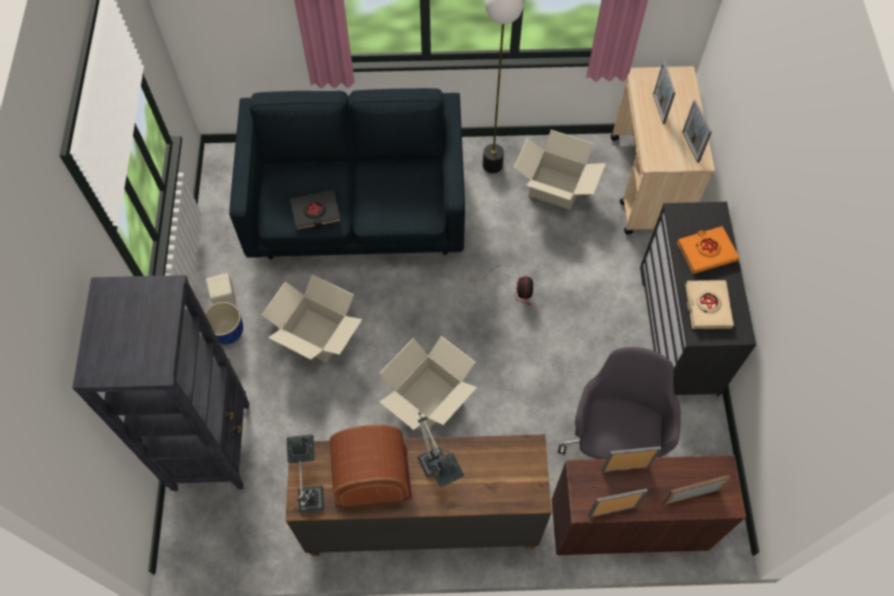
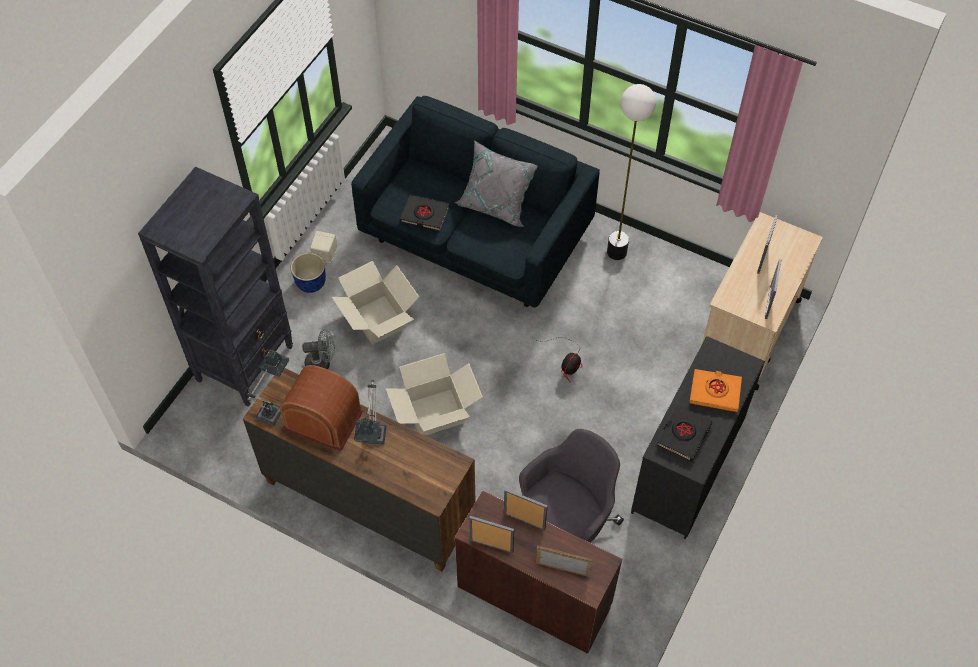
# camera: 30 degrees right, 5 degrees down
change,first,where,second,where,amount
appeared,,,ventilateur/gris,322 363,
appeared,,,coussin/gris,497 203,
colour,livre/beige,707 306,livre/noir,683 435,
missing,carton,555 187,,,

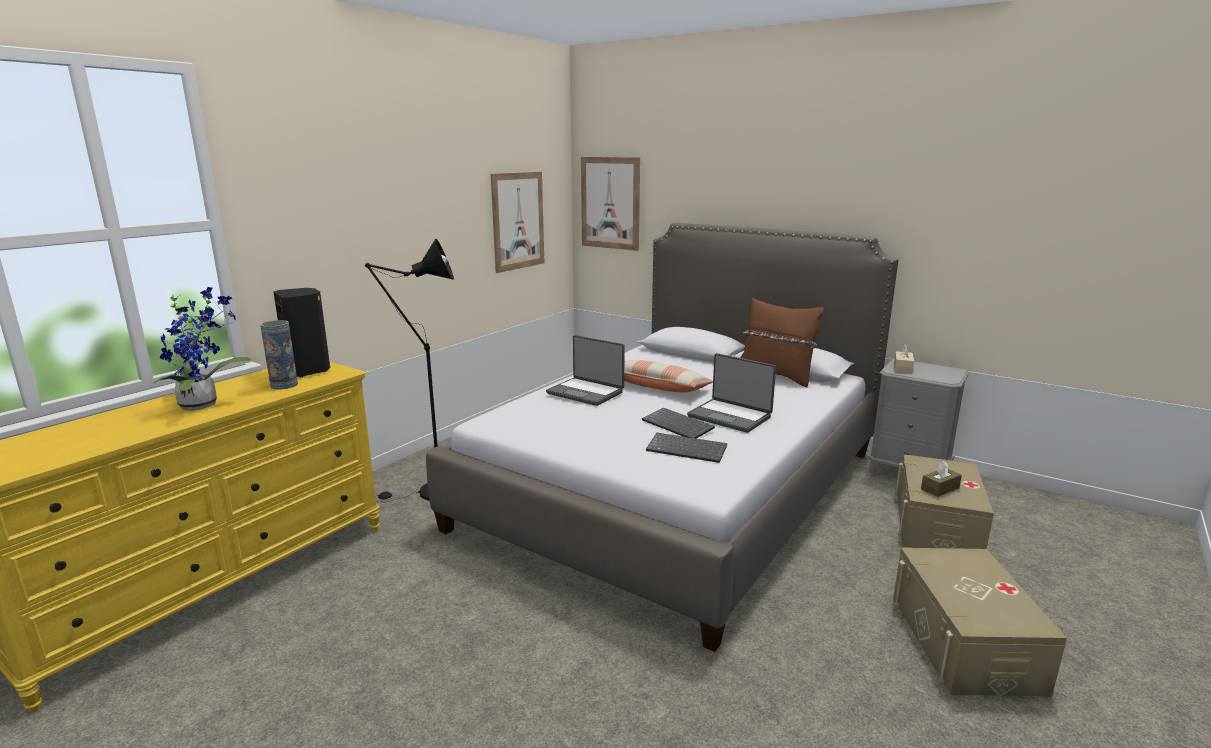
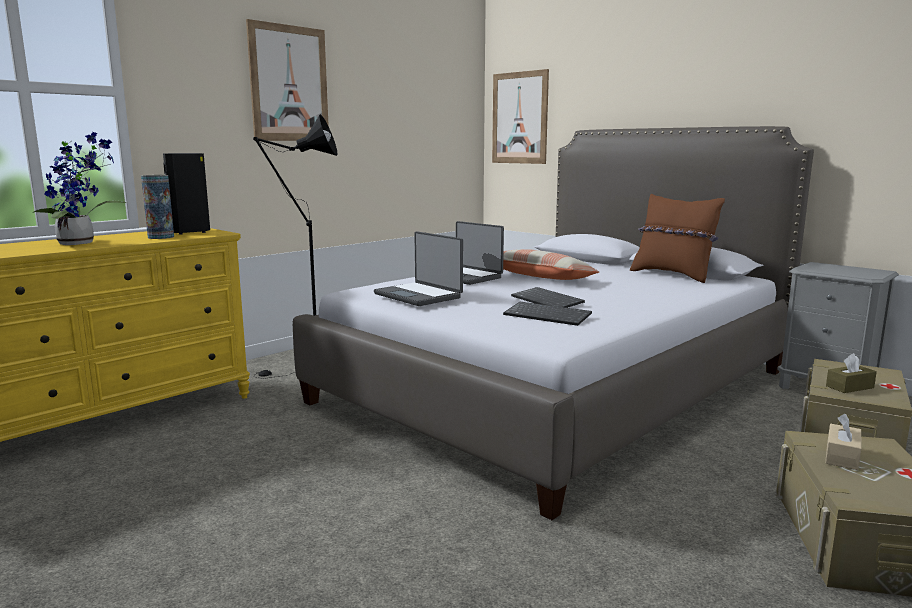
# camera: 10 degrees right, 5 degrees down
change,first,where,second,where,amount
relocated,tableau,518 221,,289 84,
relocated,ordinateur portable,730 416,,419 295,
relocated,boîte à mouchoirs/beige,902 368,,842 456,

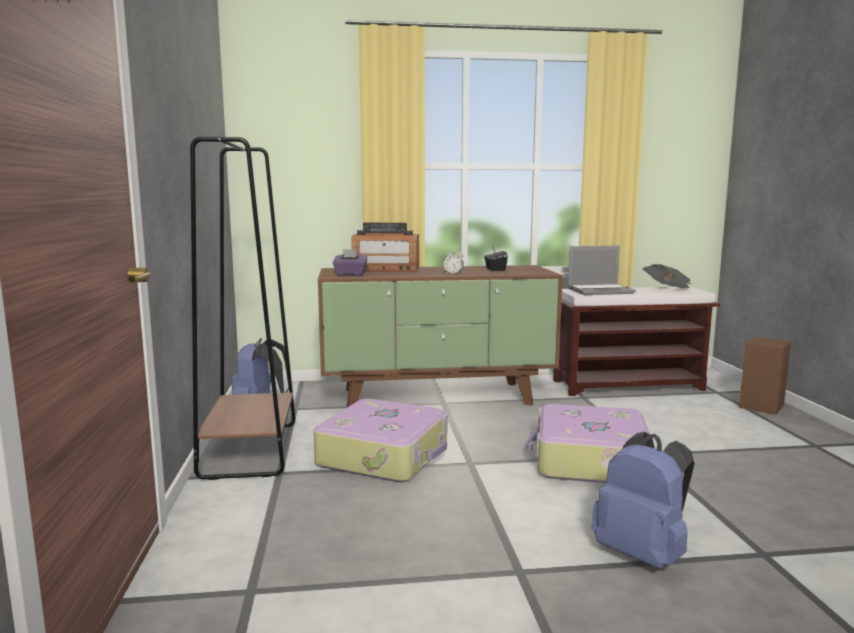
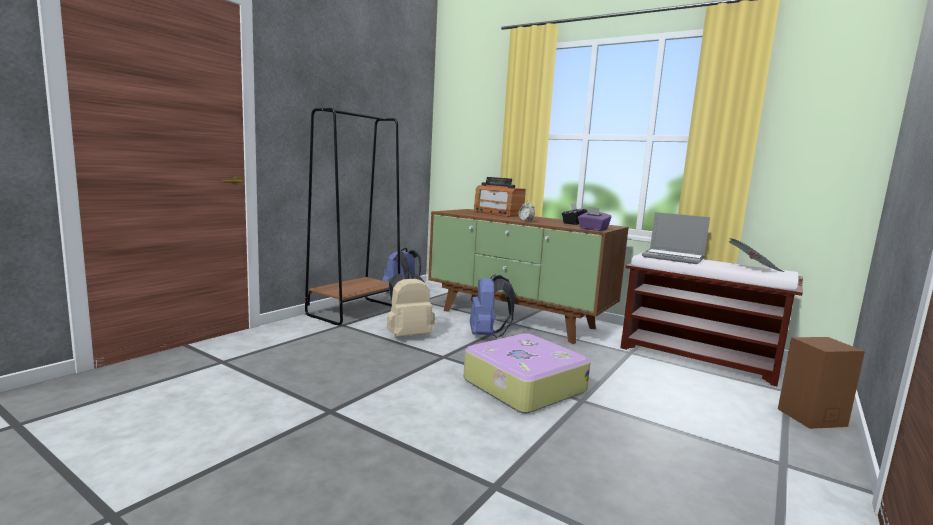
# camera: 40 degrees right, 0 degrees up
change,first,where,second,where,amount
exchanged,valise,385 455,sac à dos/beige,408 336,
relocated,sac à dos/bleu,642 554,,487 335,
relocated,boîte à mouchoirs/violet,350 274,,592 229,

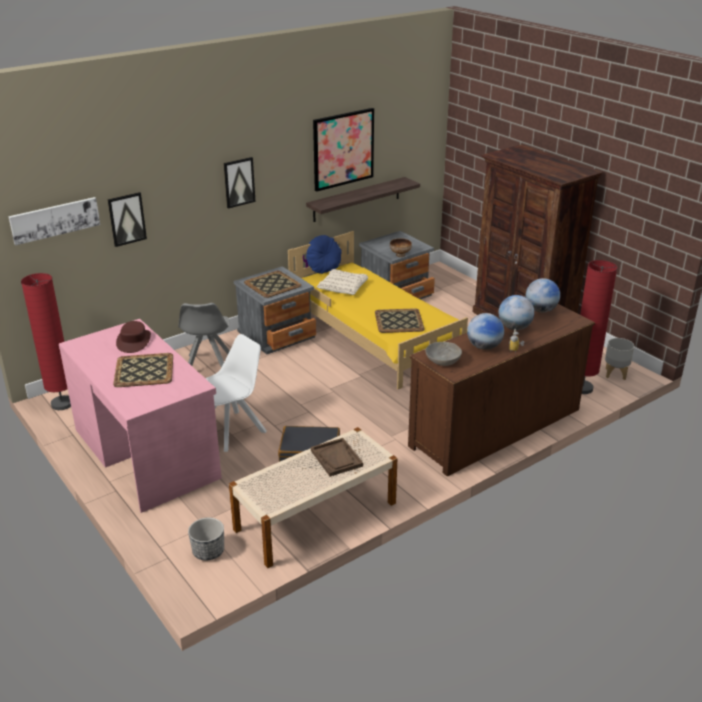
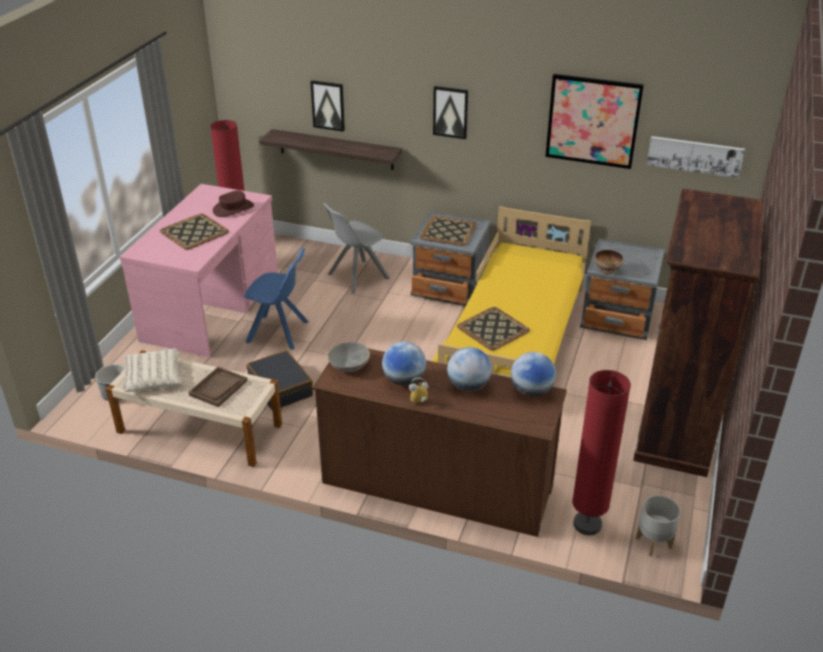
# camera: 55 degrees right, 5 degrees up
change,first,where,second,where,amount
relocated,coussin/beige,342 287,,153 376,
colour,chaise/blanc,233 430,chaise/bleu,279 332,
relocated,étagère,357 199,,336 149,
relocated,tableau,55 220,,694 156,
missing,coussin/bleu,324 270,,,

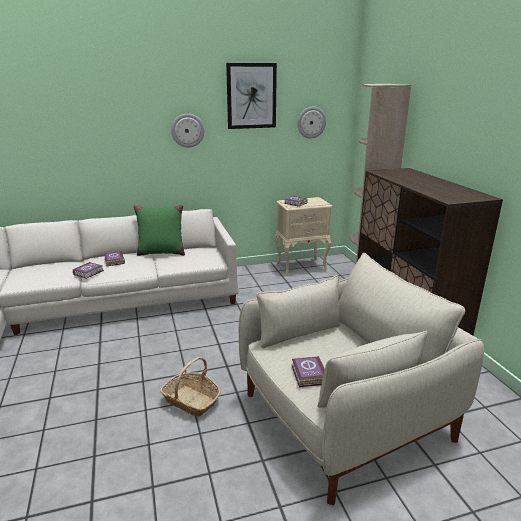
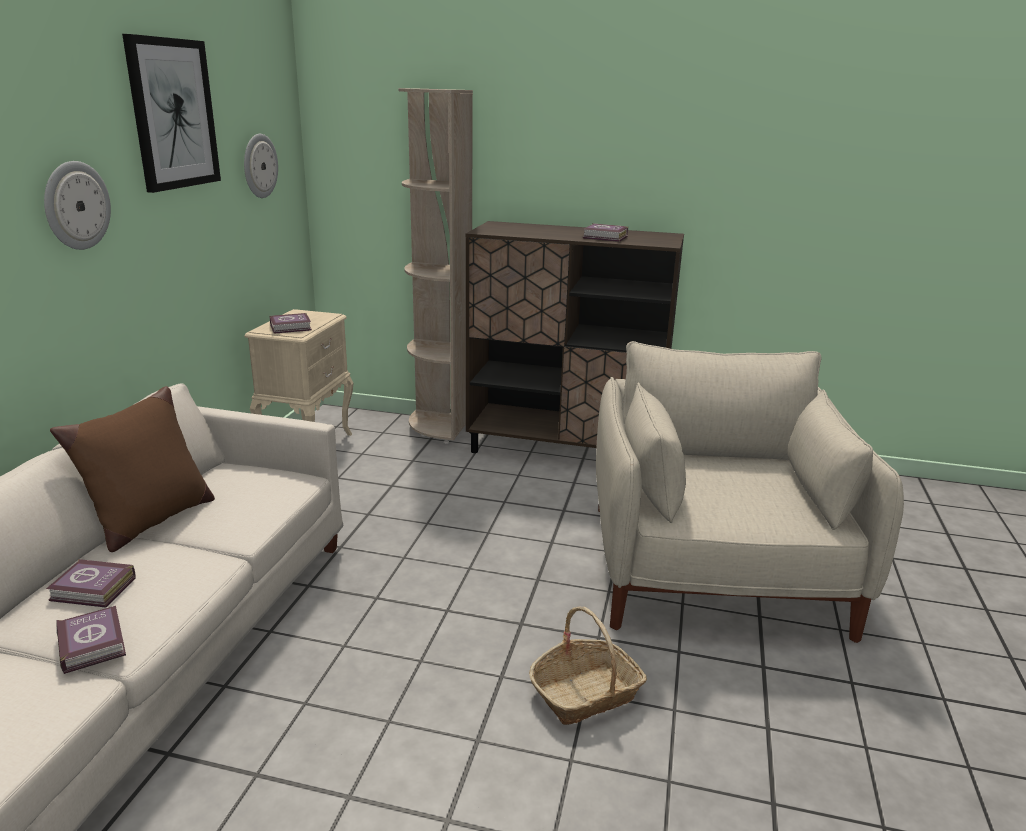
# camera: 60 degrees left, 0 degrees up
change,first,where,second,where,amount
colour,coussin/vert,161 253,coussin/marron,150 521,
relocated,livre,308 375,,606 237,

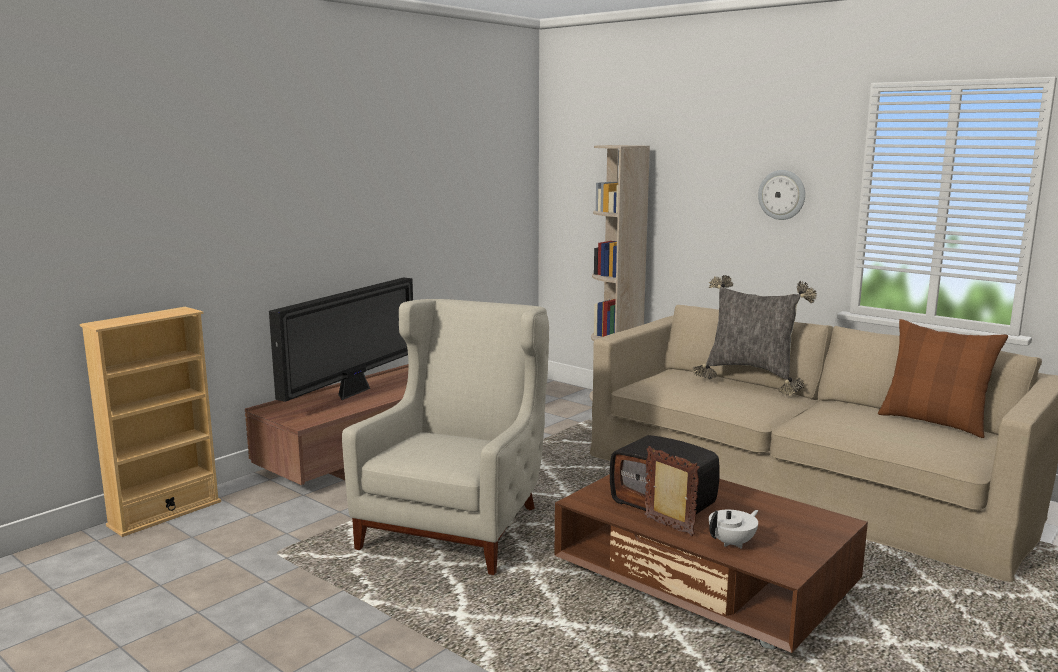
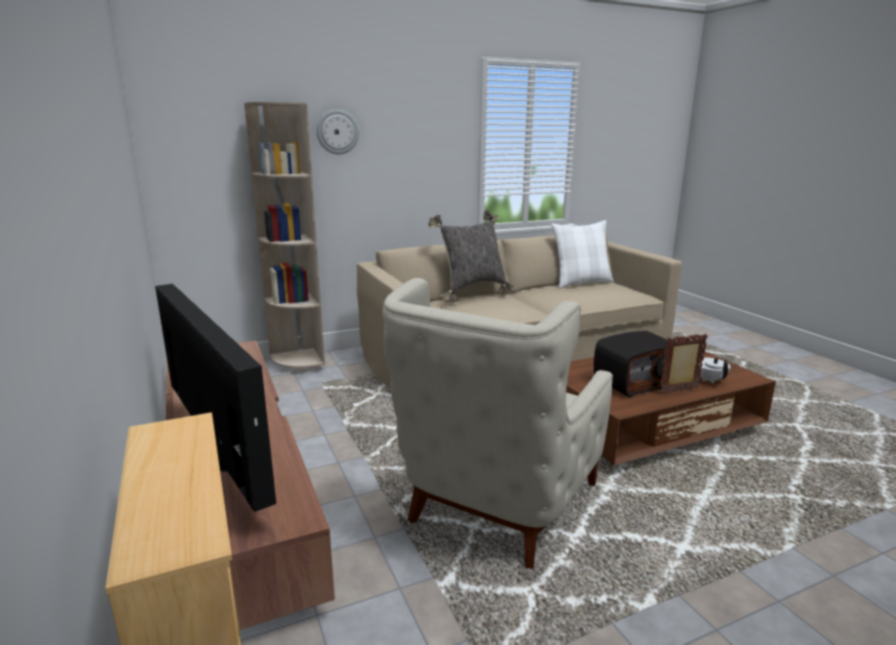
# camera: 65 degrees left, 5 degrees up
change,first,where,second,where,amount
relocated,horloge murale,782 195,,337 132,
spun,fauteuil/beige,458 525,,496 506,105 degrees counterclockwise
colour,coussin/marron,934 422,coussin/blanc,581 283,

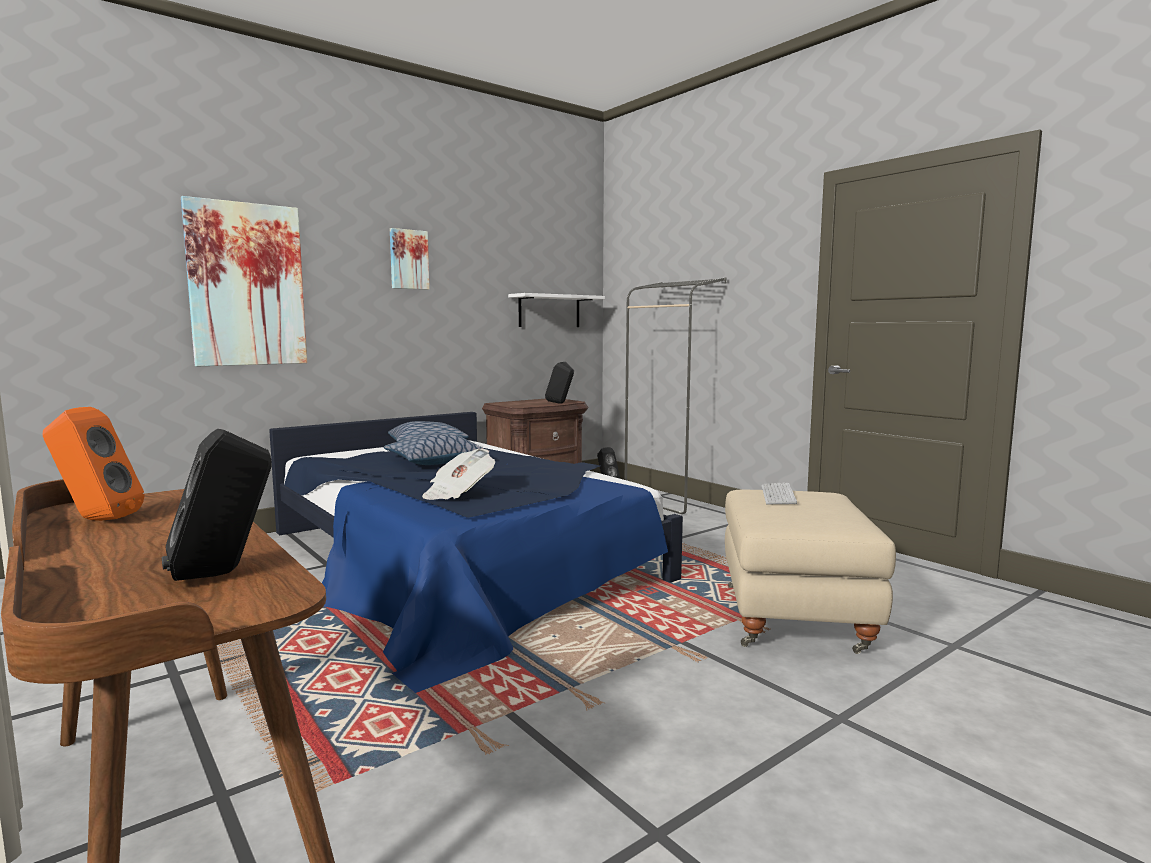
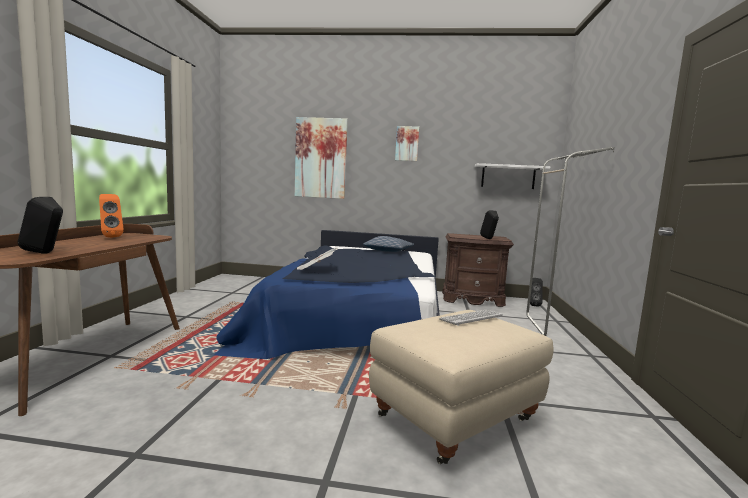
# camera: 45 degrees right, 0 degrees up
change,first,where,second,where,amount
missing,coussin,433 461,,,

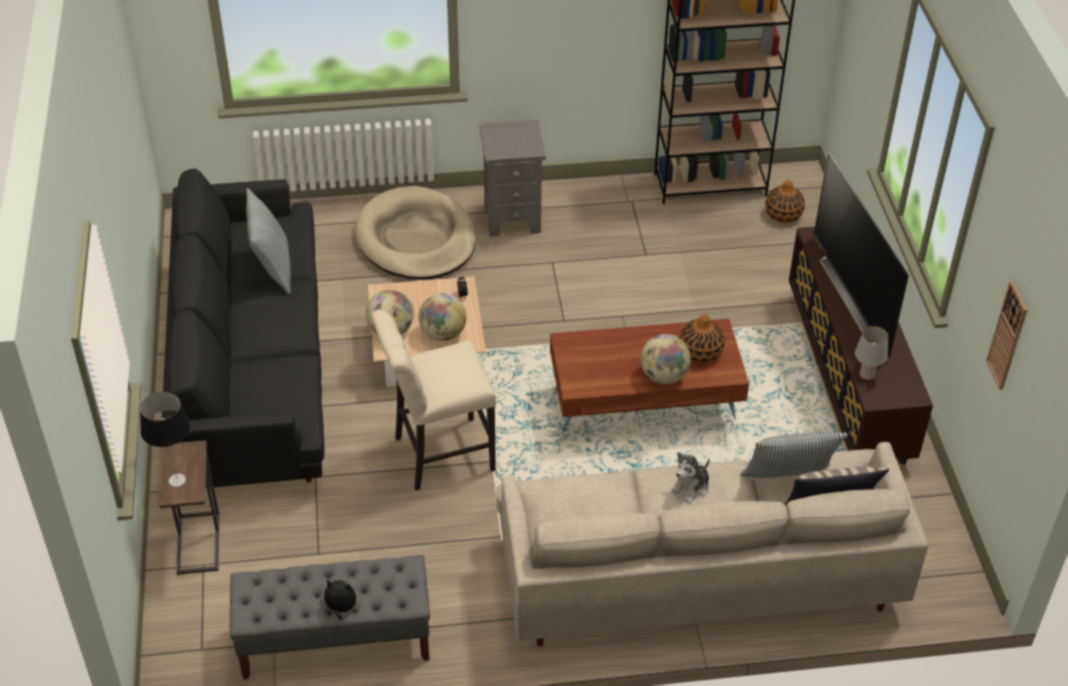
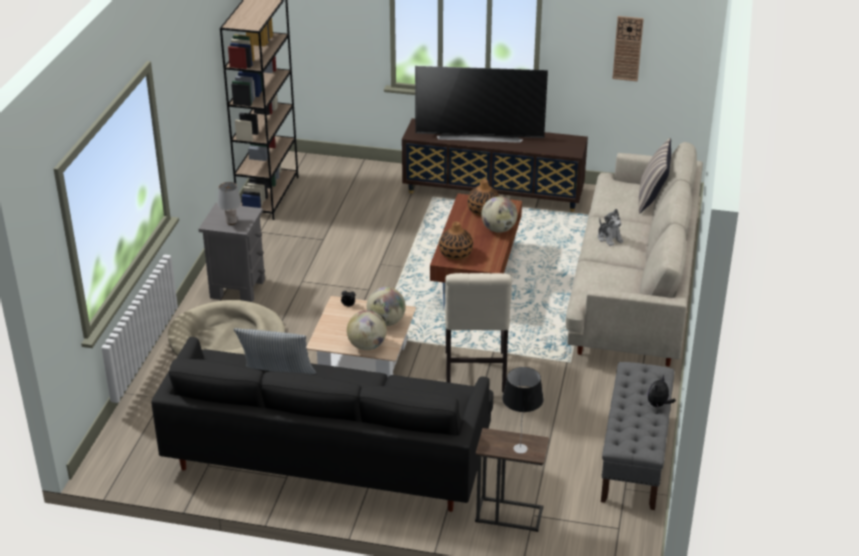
# camera: 70 degrees left, 10 degrees down
change,first,where,second,where,amount
relocated,lampe de table/gris,867 376,,231 222,
relocated,vase,783 214,,455 254,
missing,coussin,788 482,,,

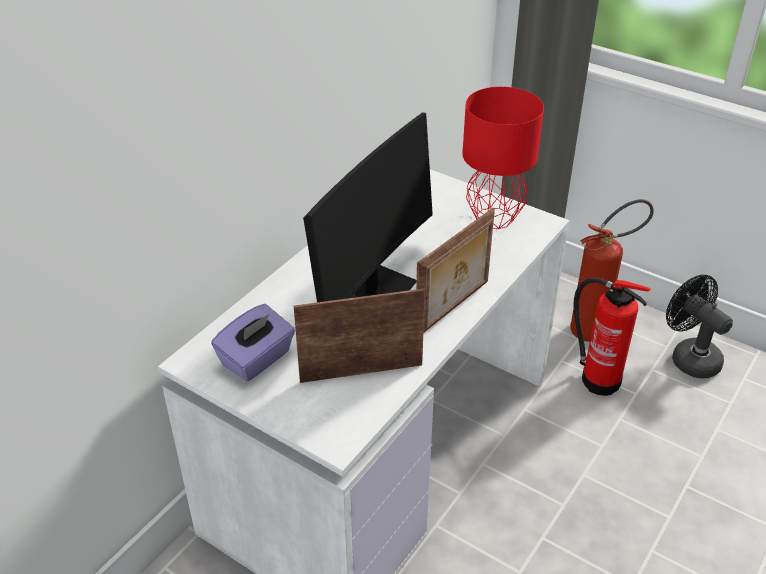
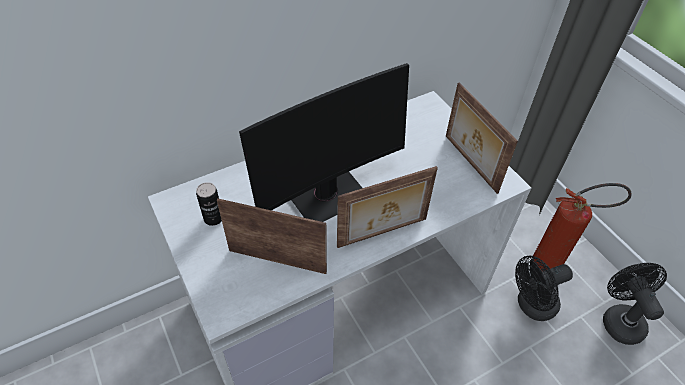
# camera: 25 degrees right, 10 degrees up
change,first,where,second,where,amount
exchanged,boîte à mouchoirs/violet,257 359,boîte métallique,213 218,
exchanged,lampe de table/rouge,495 218,cadre photo,469 163,
exchanged,extincteur,597 379,ventilateur/noir,531 306,

